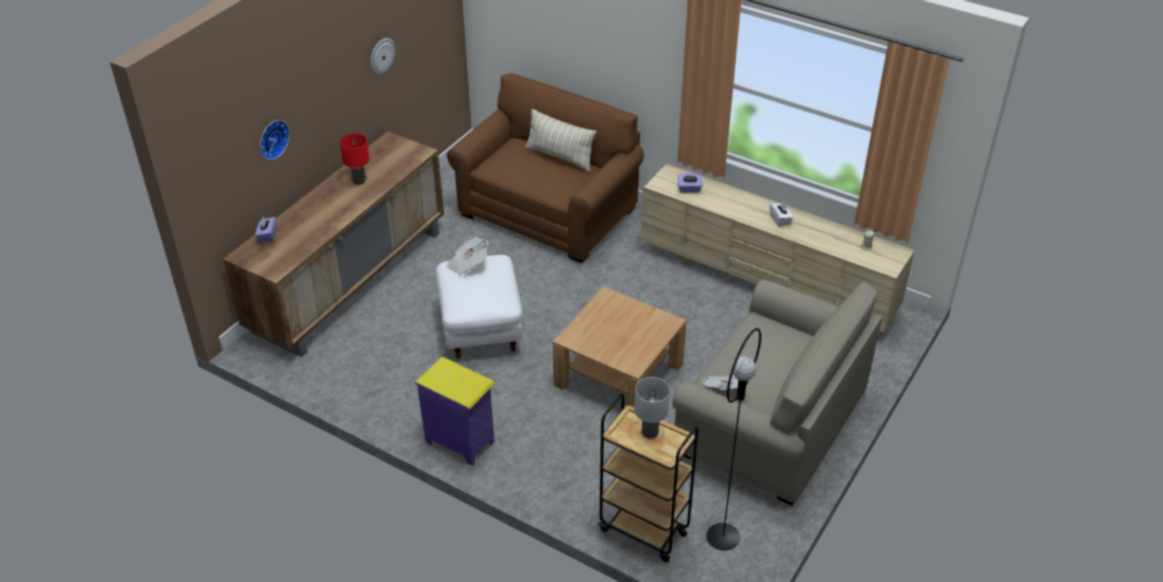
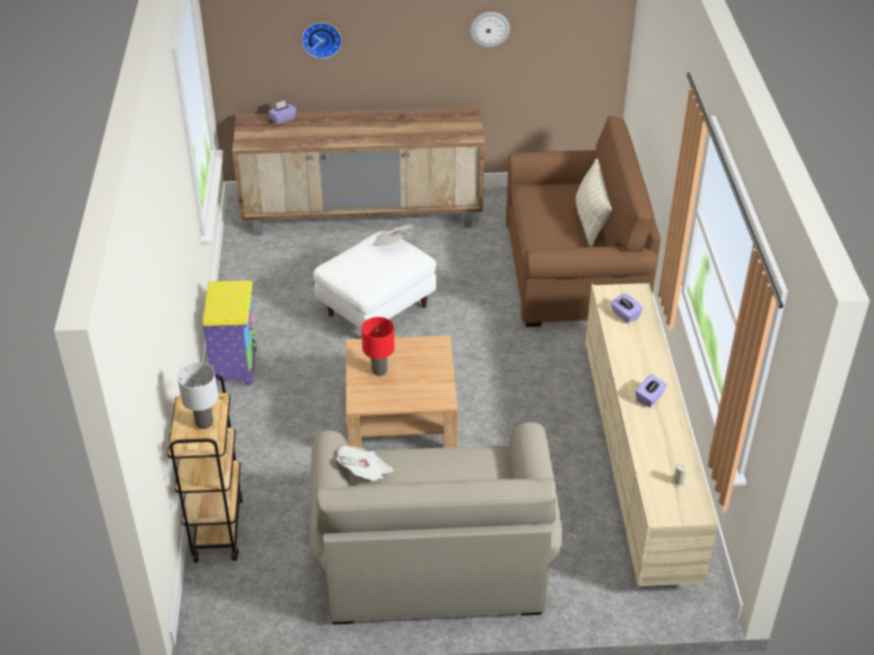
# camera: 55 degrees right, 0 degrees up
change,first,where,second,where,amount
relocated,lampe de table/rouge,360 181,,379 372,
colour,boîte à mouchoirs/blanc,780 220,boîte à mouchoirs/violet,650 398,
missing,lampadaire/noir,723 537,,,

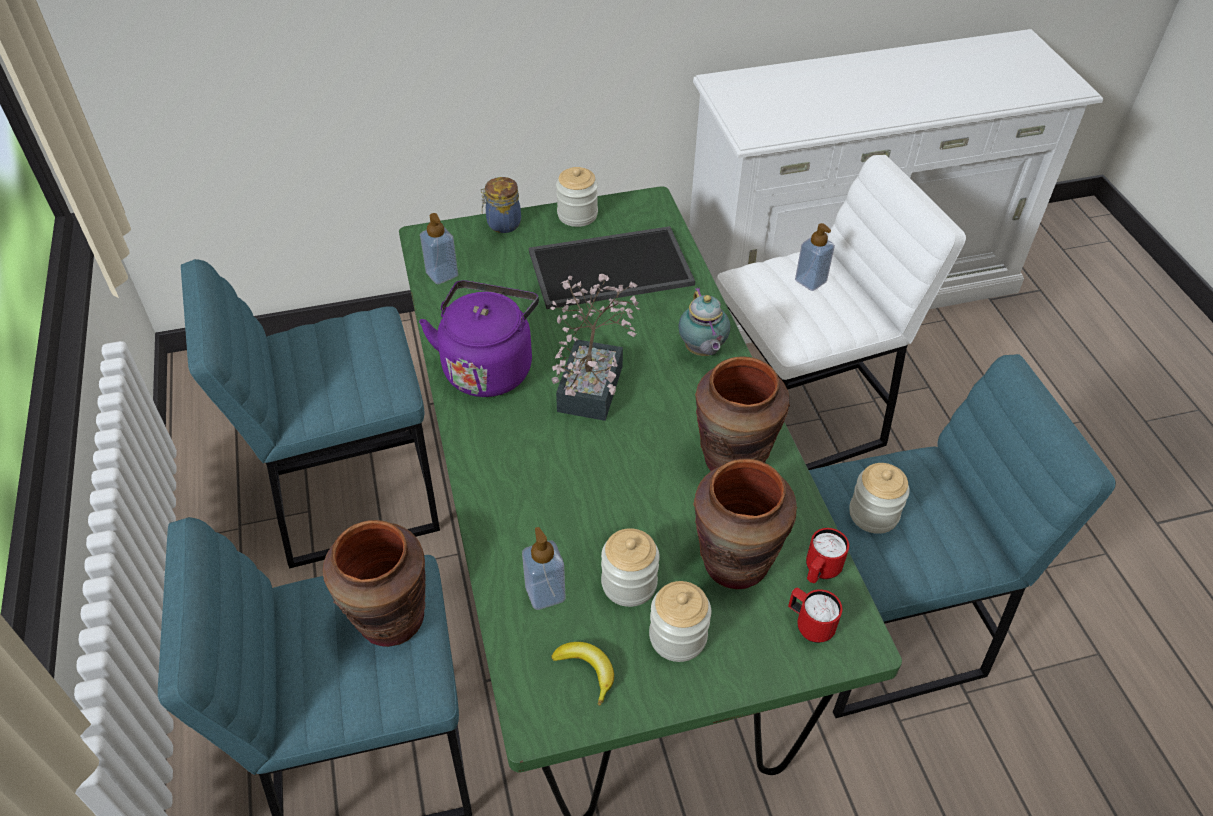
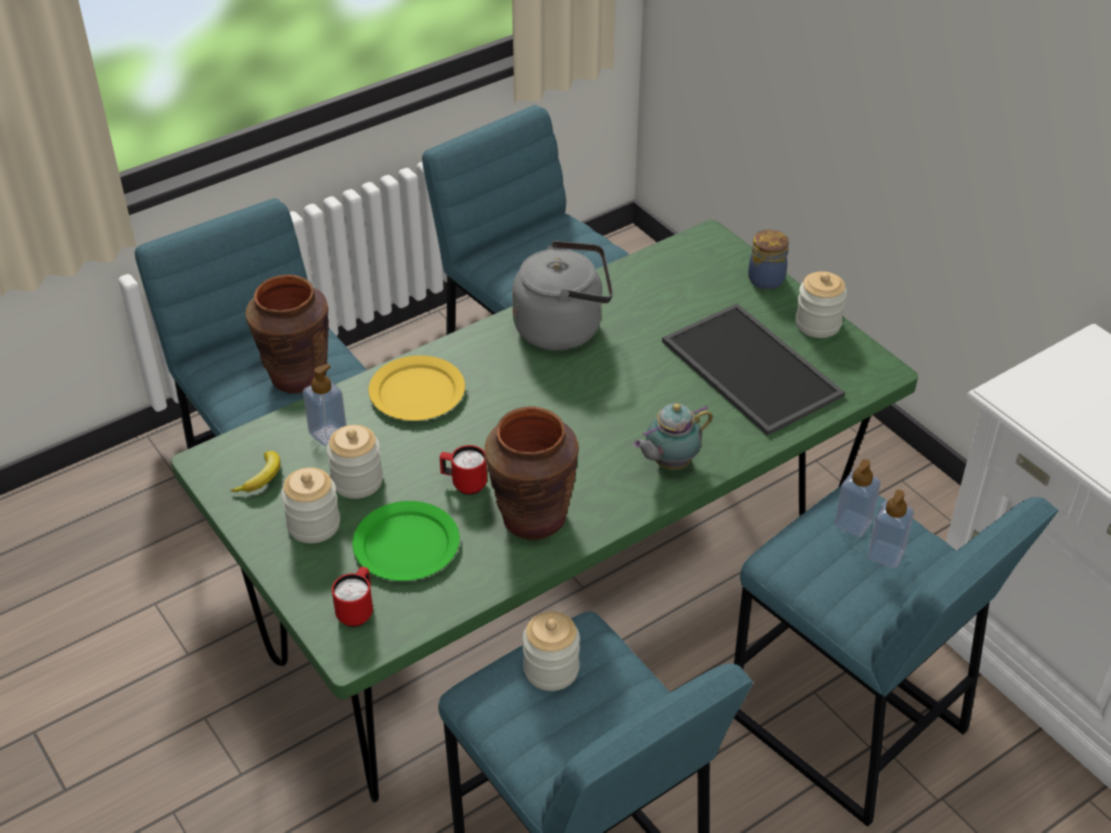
# camera: 70 degrees right, 5 degrees down
change,first,where,second,where,amount
exchanged,vase/marron,735 563,assiette/vert,407 545,
appeared,,,assiette/jaune,416 392,
relocated,mug/rouge,820 571,,464 484,
colour,bouilloire/violet,488 366,bouilloire/gris,564 328,
colour,tabouret/blanc,799 420,tabouret/bleu,852 726,
relocated,distributeur de savon,442 274,,853 523,
missing,plante en pot,594 381,,,

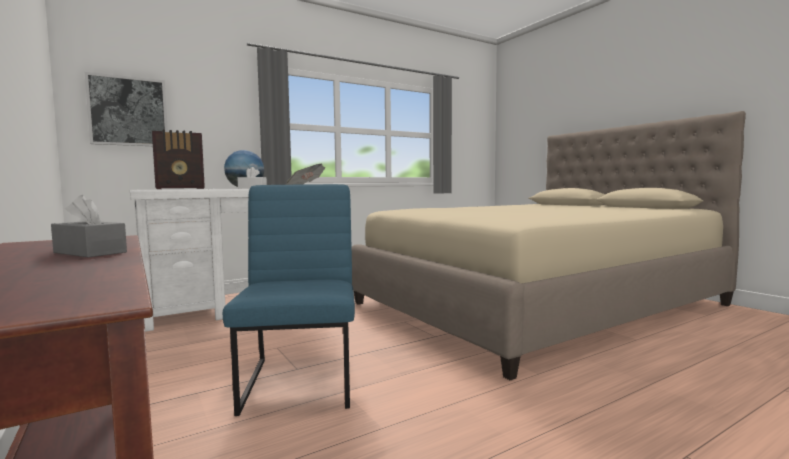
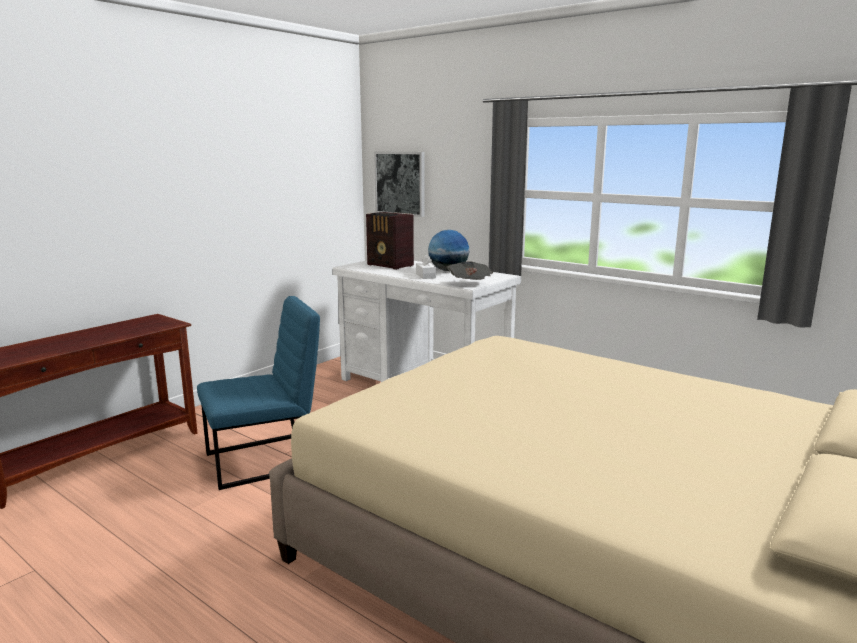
# camera: 70 degrees right, 10 degrees up
change,first,where,second,where,amount
missing,boîte à mouchoirs/gris,90 252,,,

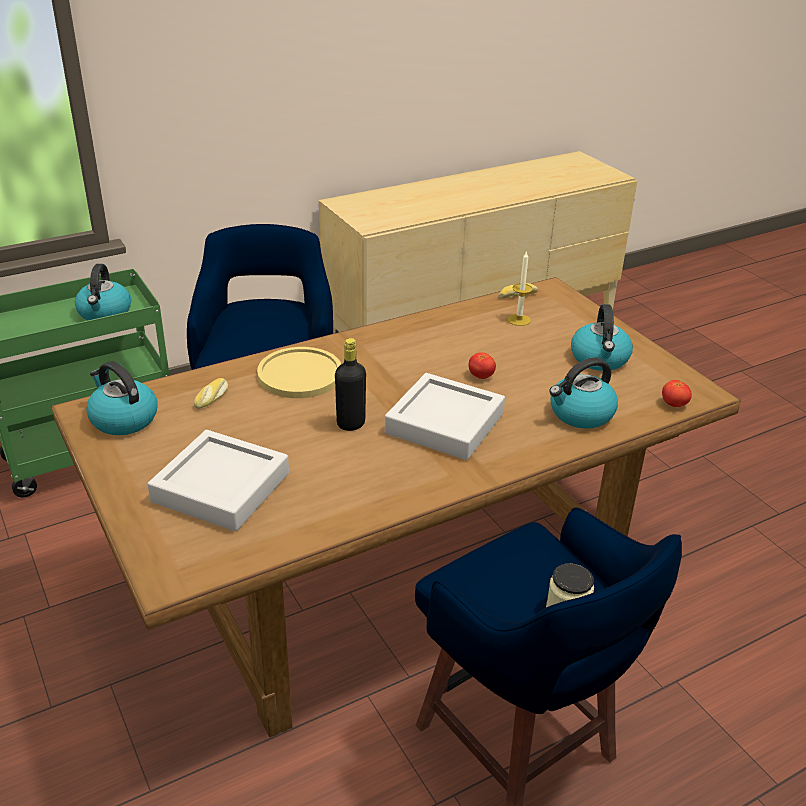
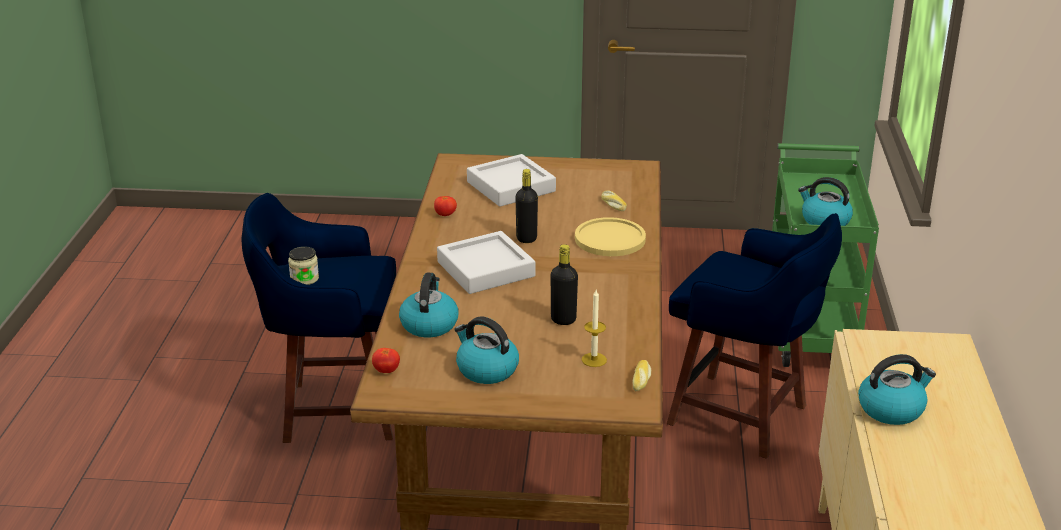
# camera: 125 degrees right, 5 degrees down
change,first,where,second,where,amount
relocated,tomate,481 376,,445 215,
appeared,,,bouteille/noir,563 320,
relocated,bouilloire,123 419,,891 409,

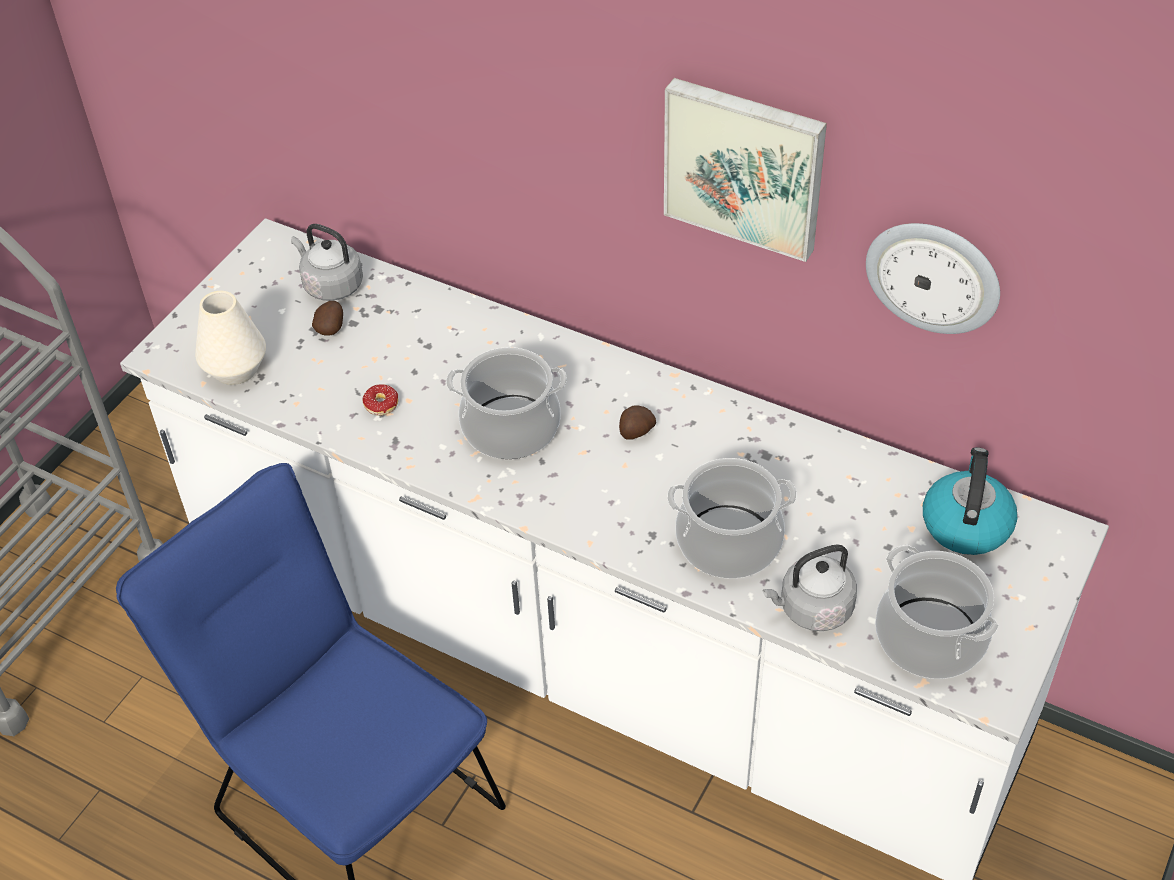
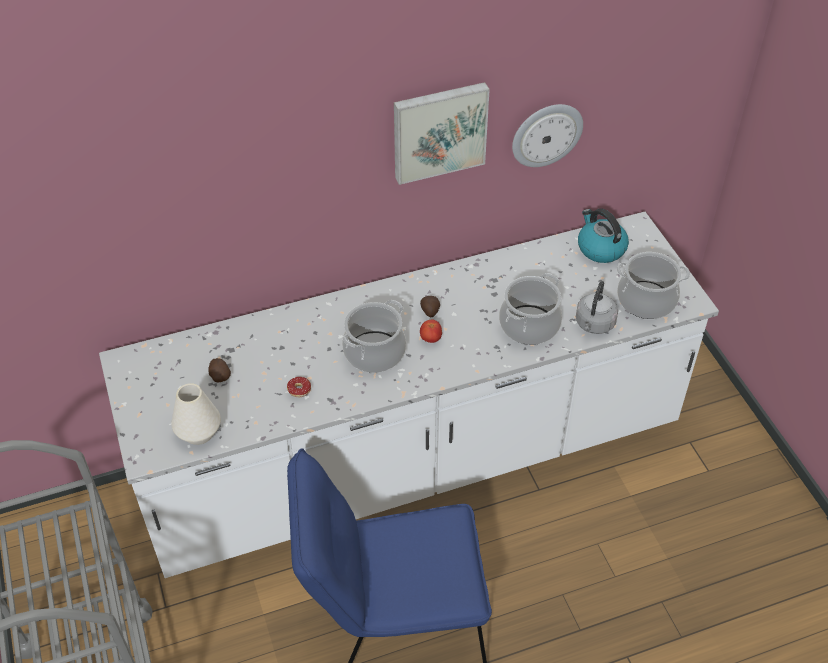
# camera: 50 degrees left, 0 degrees up
change,first,where,second,where,amount
appeared,,,tomate,430 338,
missing,bouilloire/gris,330 285,,,

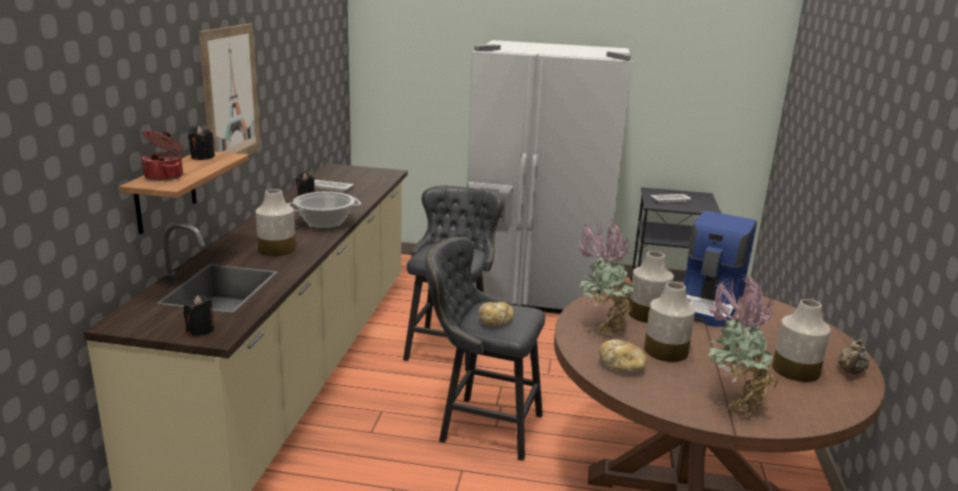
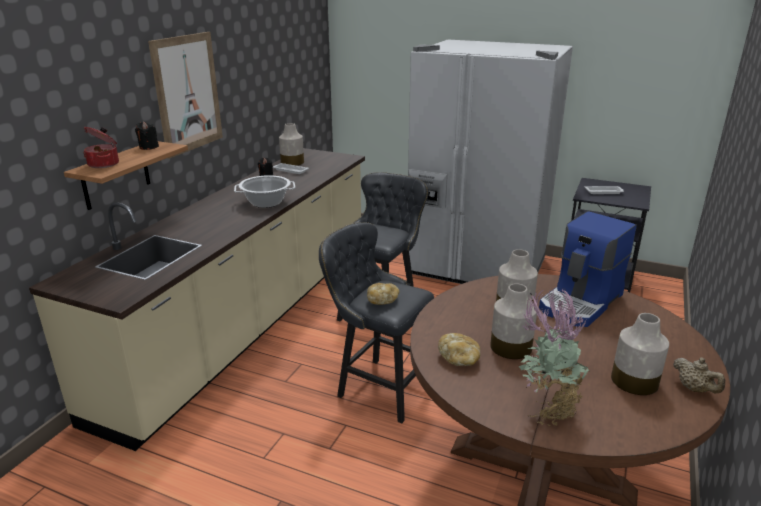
# camera: 15 degrees right, 5 degrees up
change,first,where,second,where,amount
relocated,vase/beige,276 249,,292 162,
spun,théière/beige,850 372,,694 389,75 degrees counterclockwise
missing,bougie/noir,200 330,,,
missing,plante en pot,601 328,,,

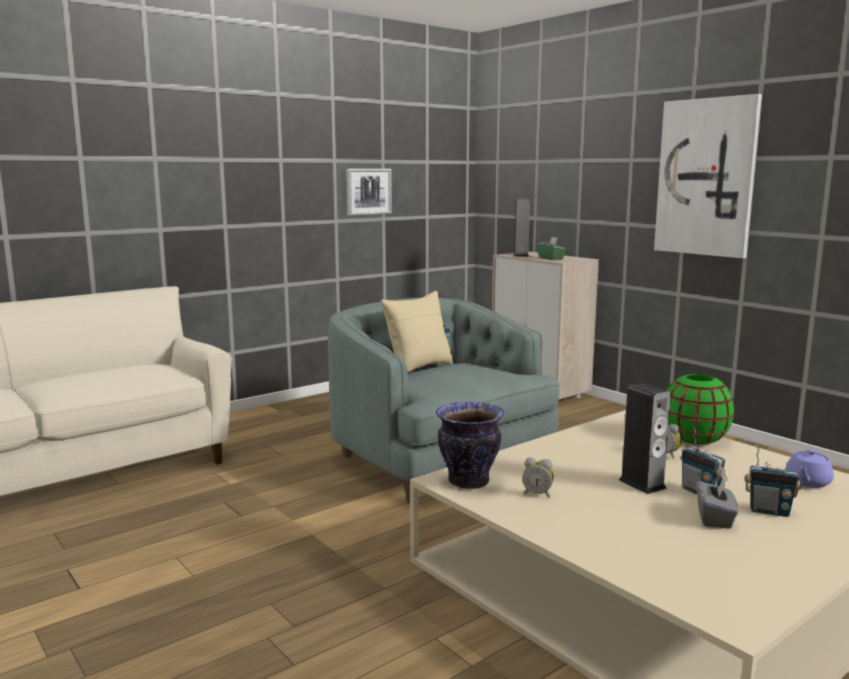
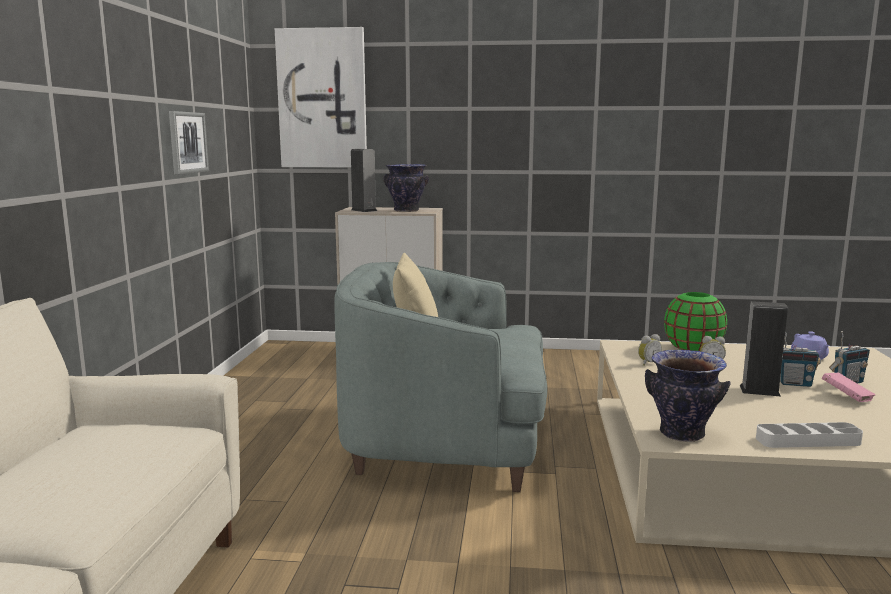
# camera: 45 degrees left, 0 degrees up
change,first,where,second,where,amount
relocated,tableau,706 177,,322 99,
exchanged,boîte à mouchoirs/vert,551 258,vase,406 211,
relocated,réveil,537 494,,648 363,
appeared,,,plateau/gris,807 440,
exchanged,boîte à mouchoirs/gris,715 518,livre/rose,846 398,

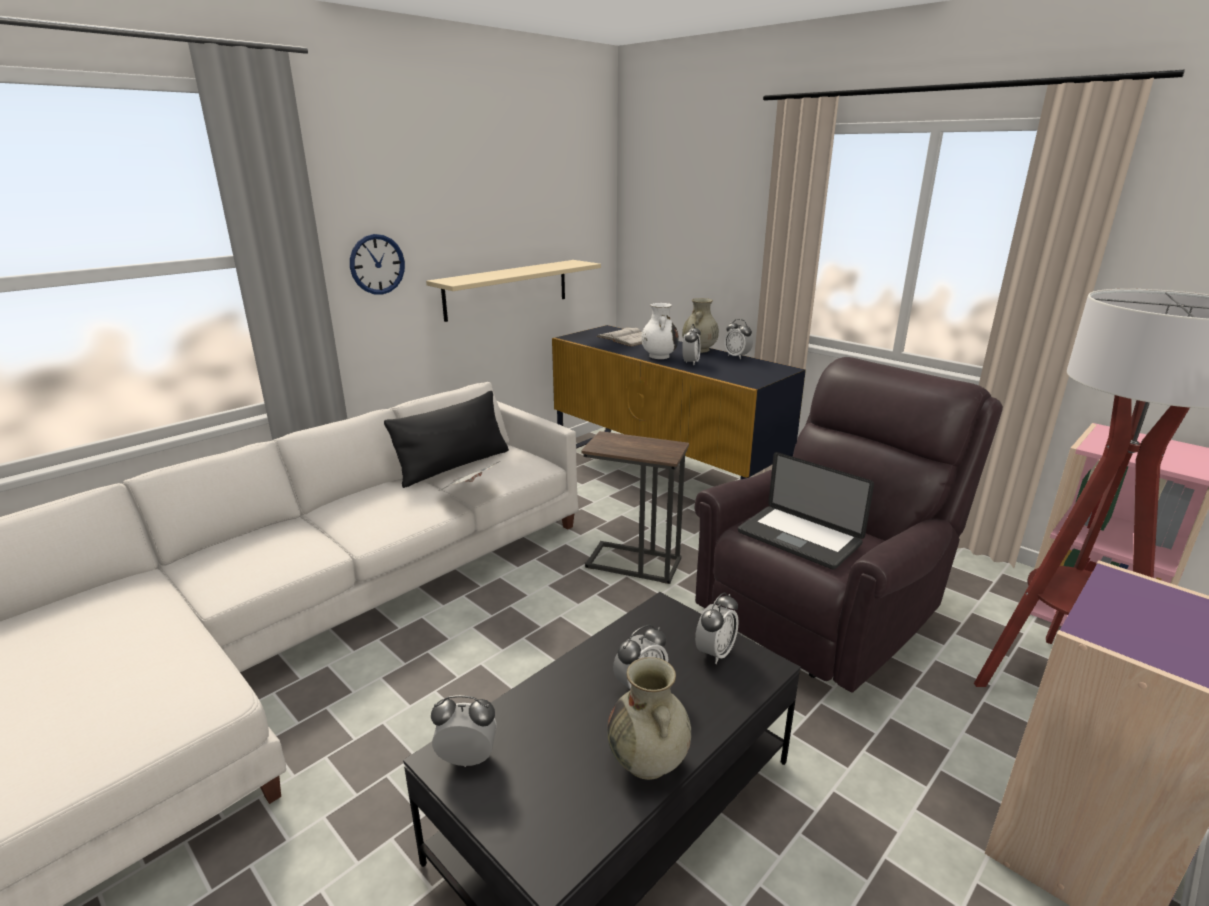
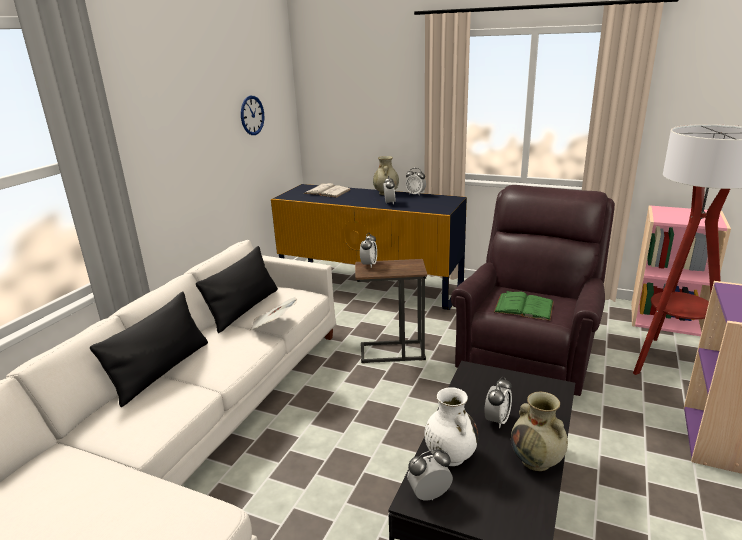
# camera: 20 degrees left, 0 degrees up
change,first,where,second,where,amount
appeared,,,coussin/noir,162 371,
relocated,horloge murale,377 264,,252 115,
relocated,réveil,715 652,,369 265,
relocated,vase/blanc,659 356,,450 455,
exchanged,ordinateur portable,799 538,livre/vert,524 307,
missing,étagère/beige,507 289,,,

